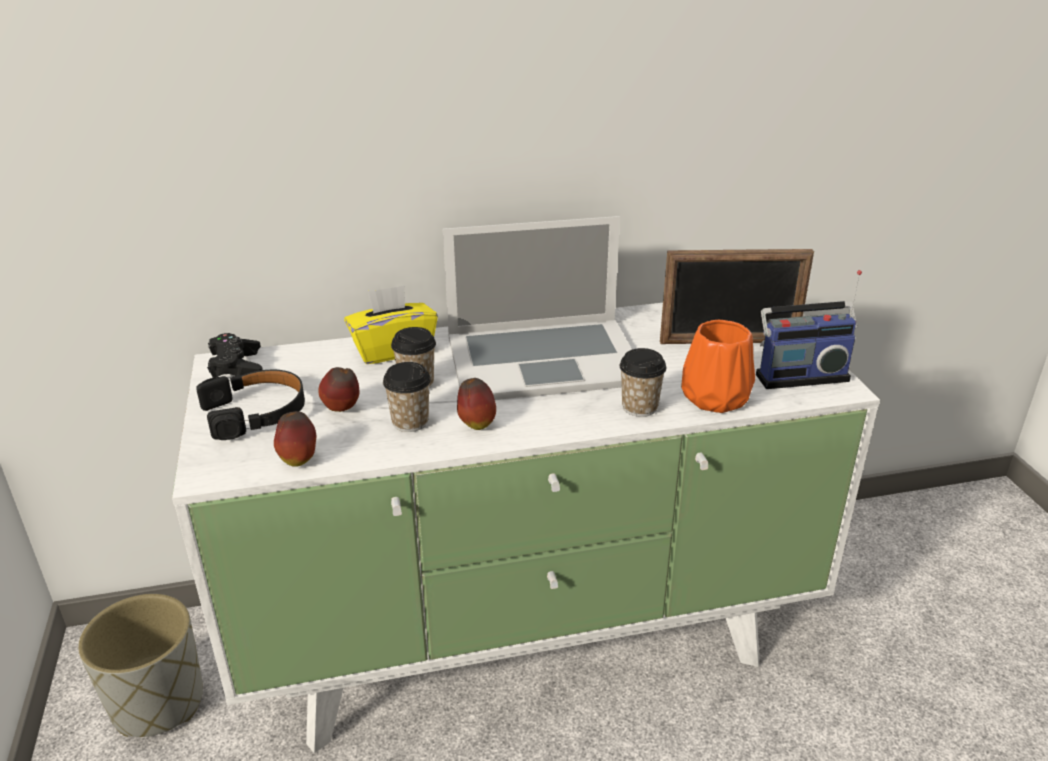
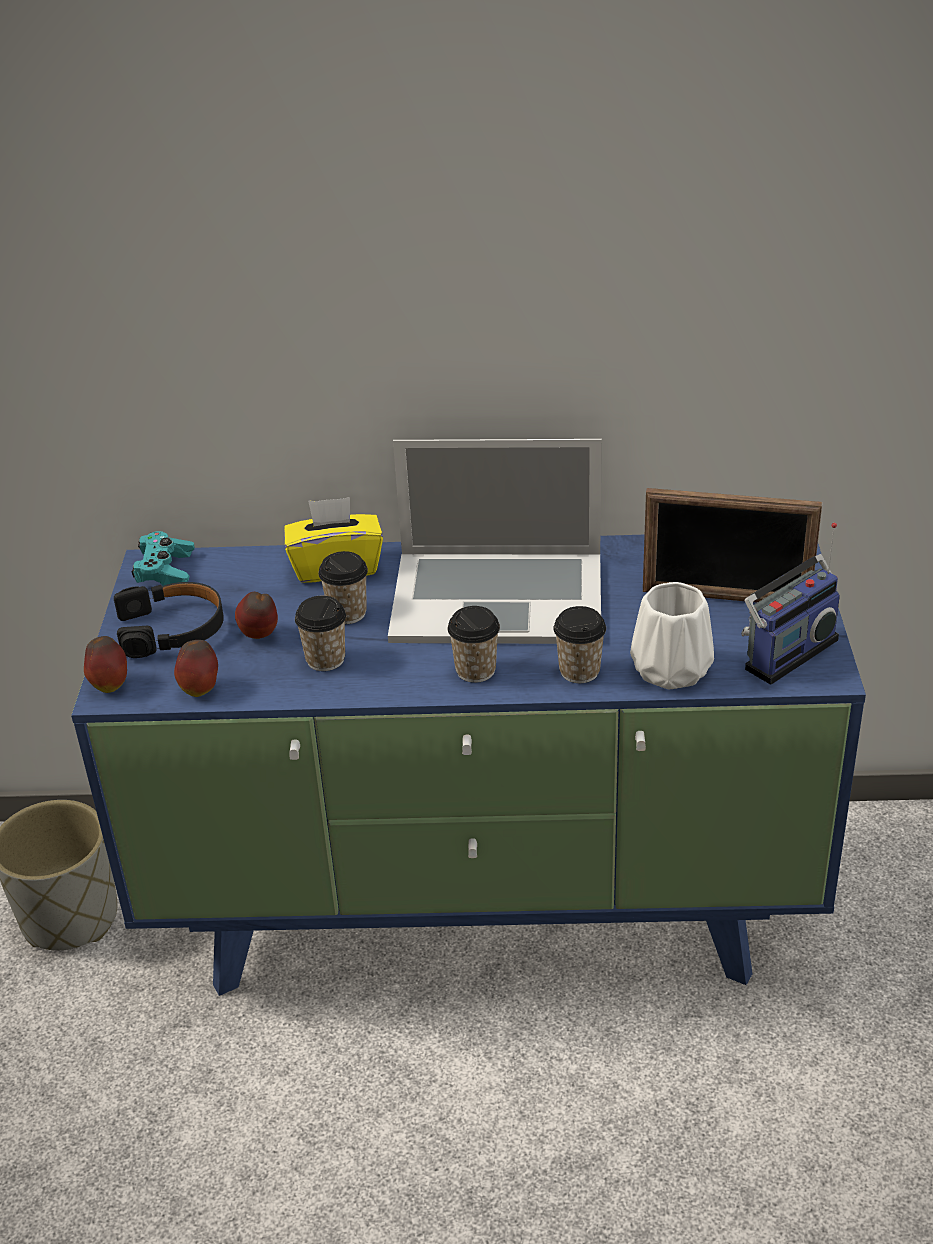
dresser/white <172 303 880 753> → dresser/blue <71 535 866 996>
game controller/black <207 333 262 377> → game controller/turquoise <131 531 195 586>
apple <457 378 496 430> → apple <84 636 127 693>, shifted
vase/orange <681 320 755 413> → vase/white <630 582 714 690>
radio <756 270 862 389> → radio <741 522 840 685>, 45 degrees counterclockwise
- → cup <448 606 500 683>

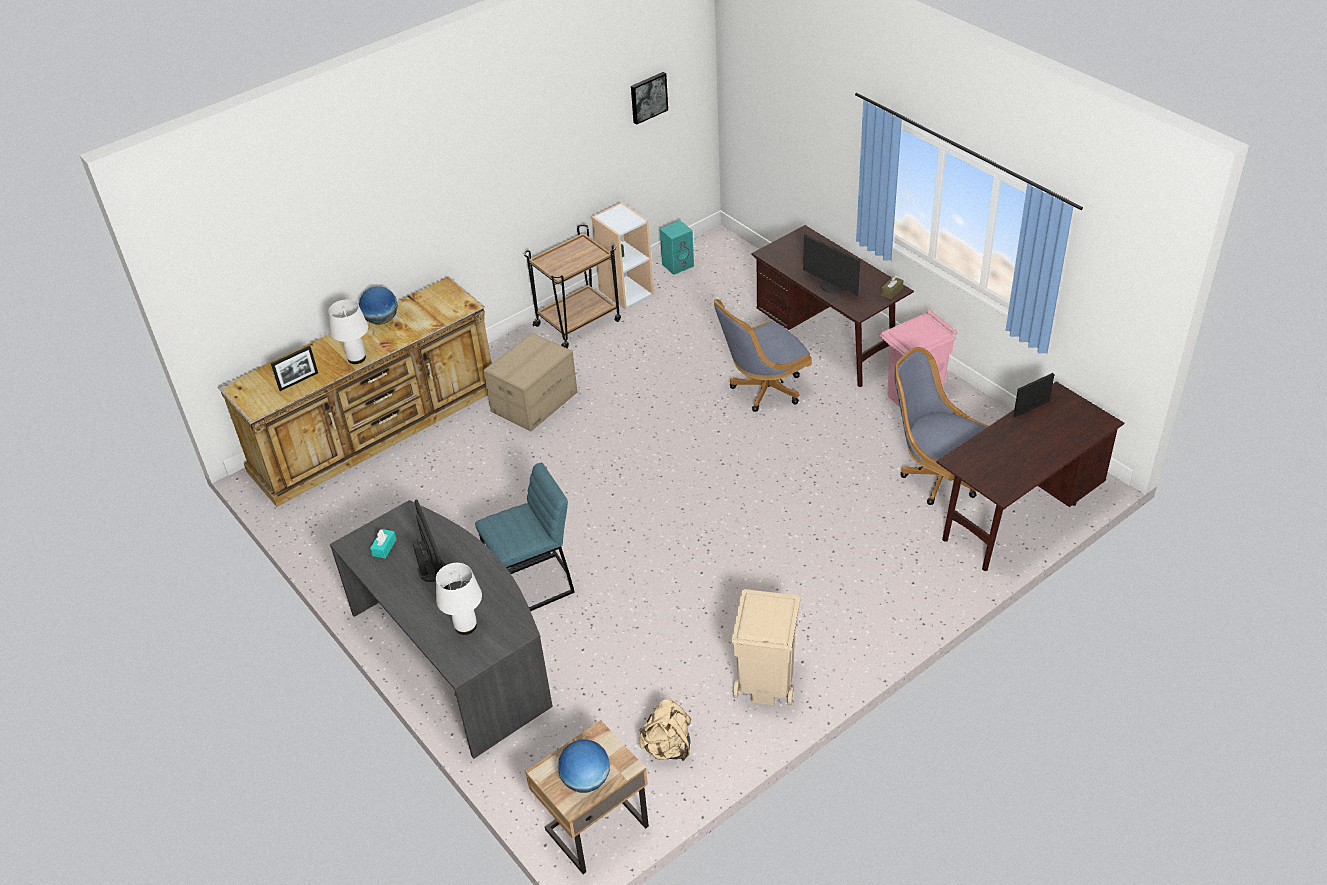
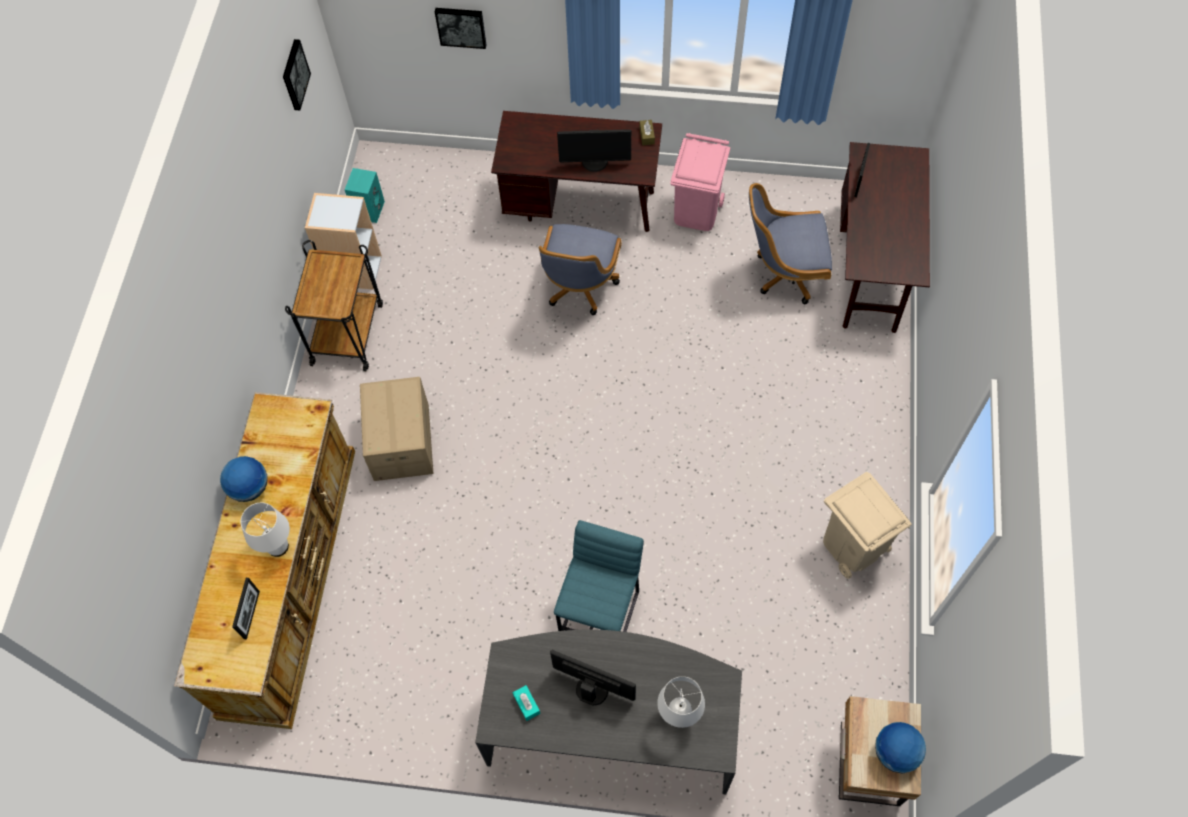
backpack/beige <639 699 691 761> → -
- → picture <435 8 486 49>

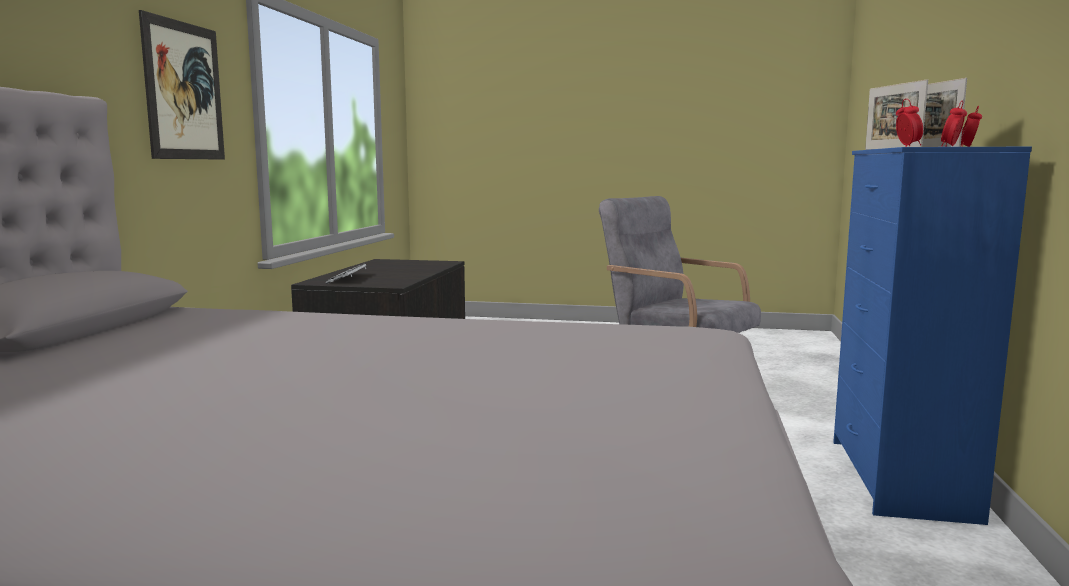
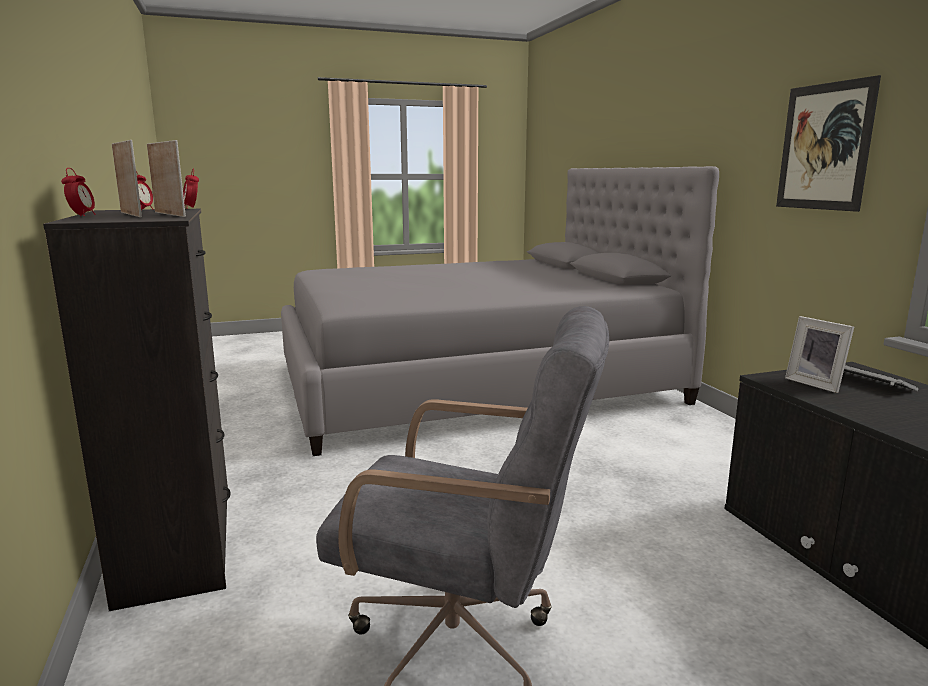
dresser/blue <833 147 1032 525> → dresser/black <43 209 230 611>
- → picture frame <785 316 854 393>

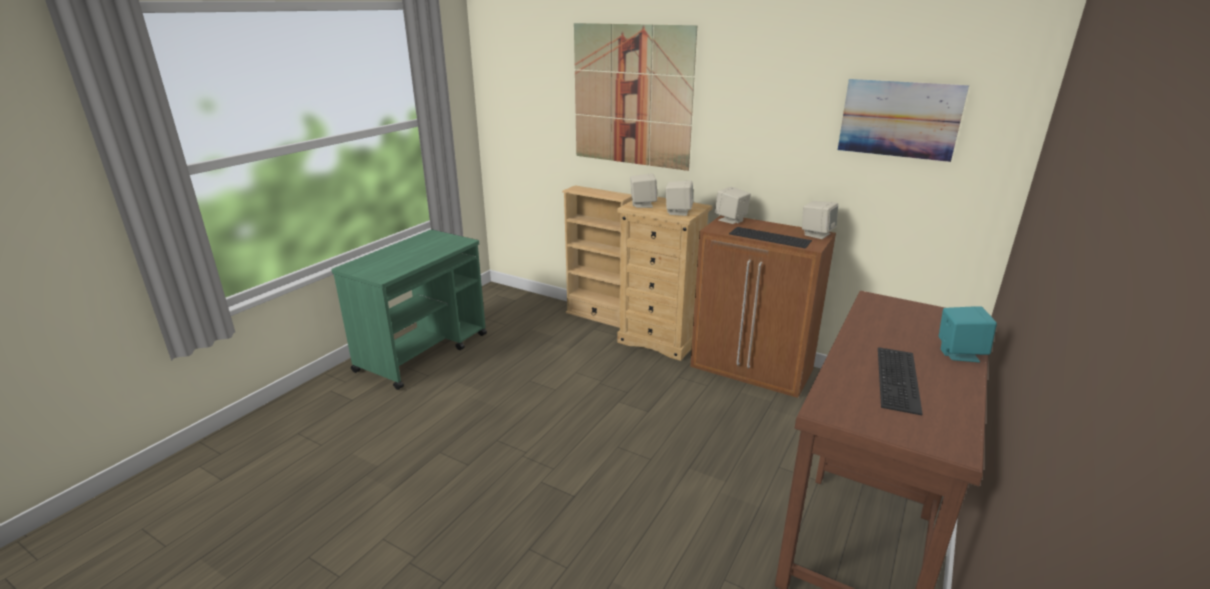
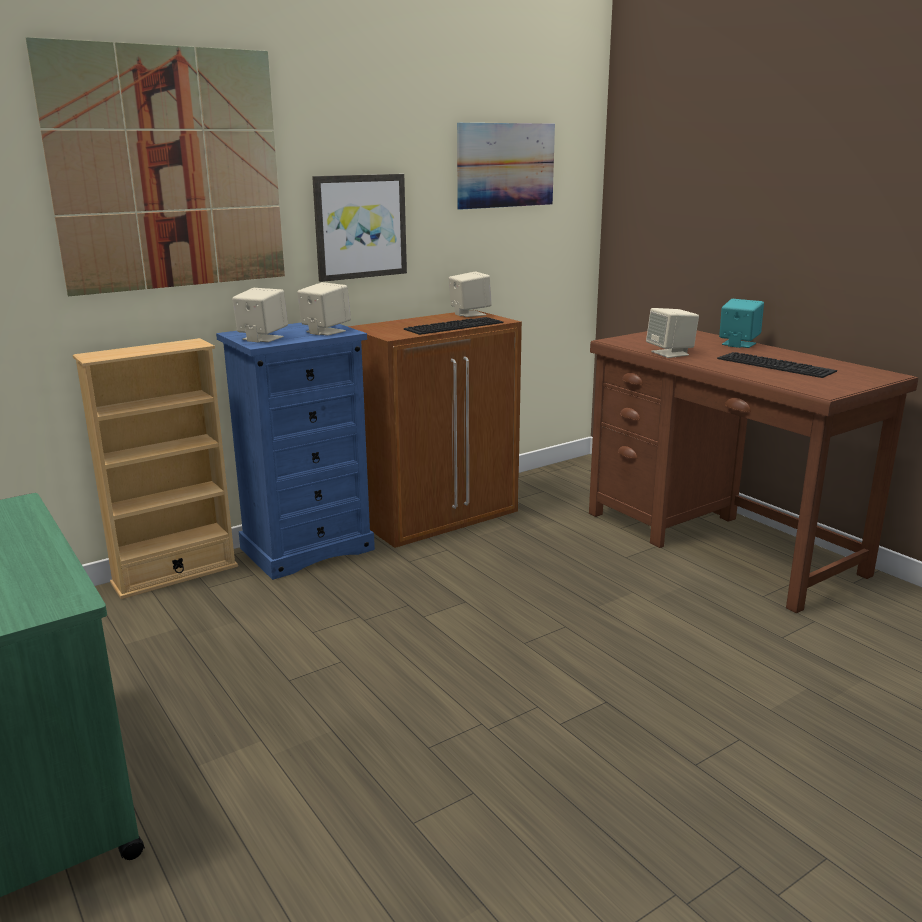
dresser/beige <617 197 712 361> → dresser/blue <216 323 375 580>
speaker/beige <715 187 751 224> → speaker/beige <646 308 699 358>, shifted
- → picture <312 174 407 282>

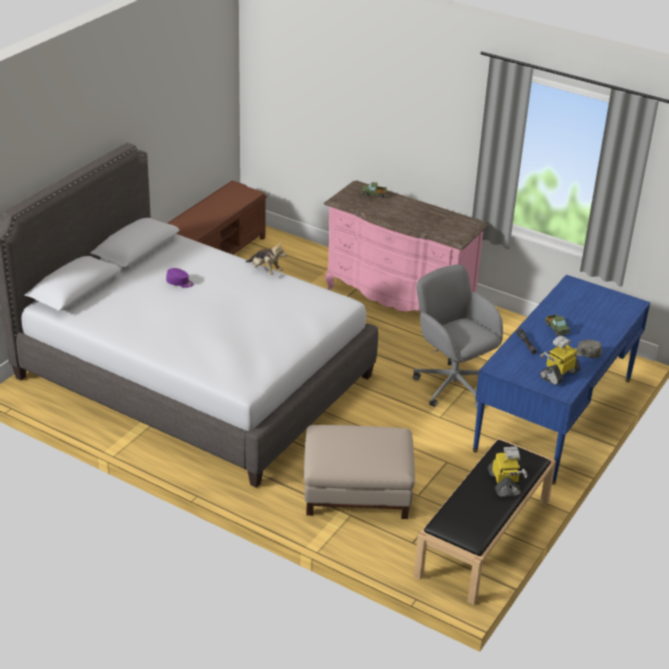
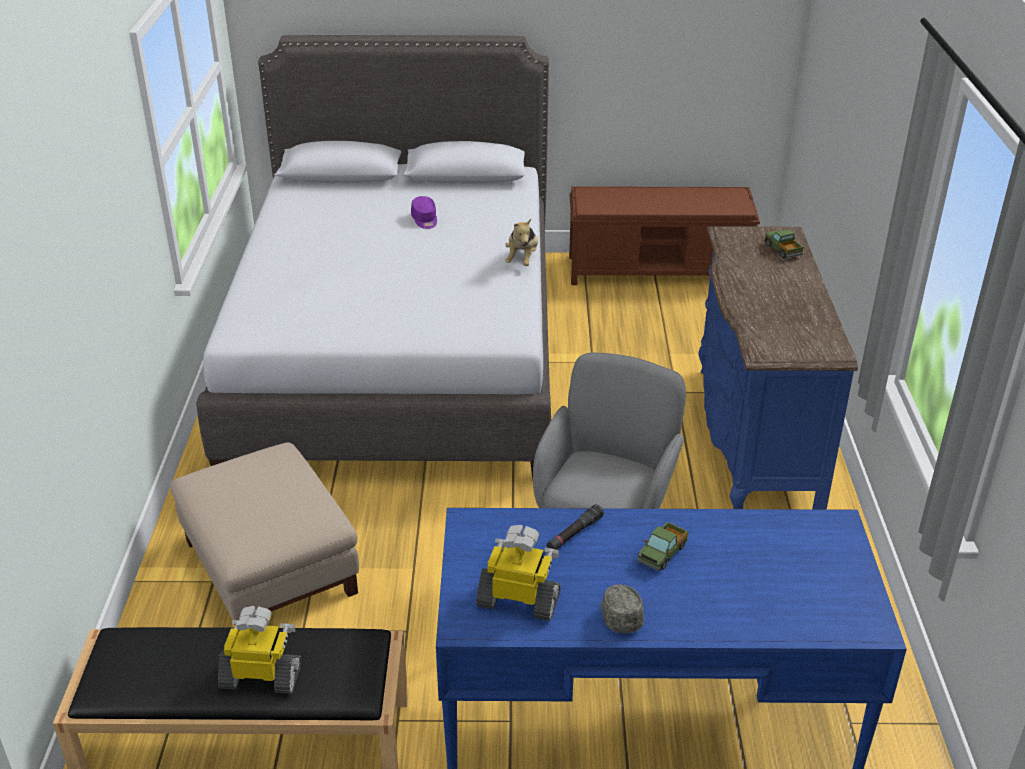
dresser/pink <323 180 488 311> → dresser/blue <699 226 858 510>
toy robot <488 446 528 497> → toy robot <218 606 301 694>, 135 degrees counterclockwise

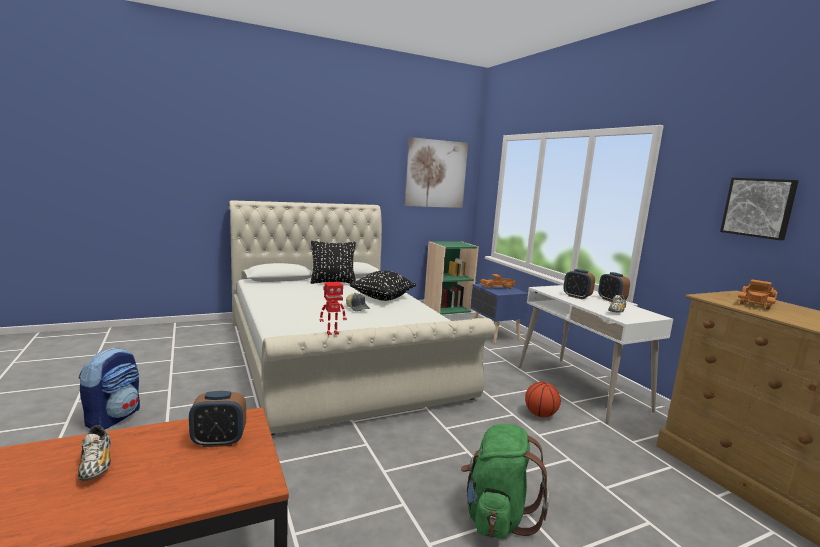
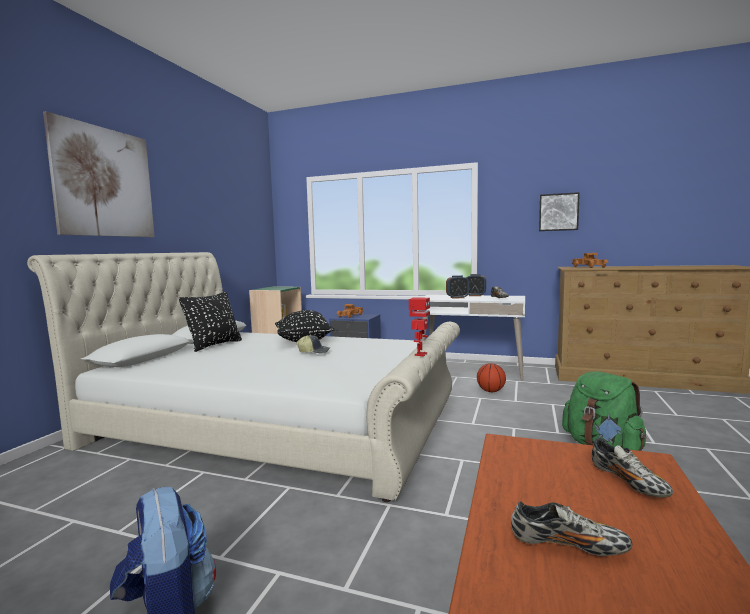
alarm clock <189 391 246 447> → -
picture <405 137 468 208> → picture <43 111 155 237>, shifted
- → shoe <592 438 673 498>

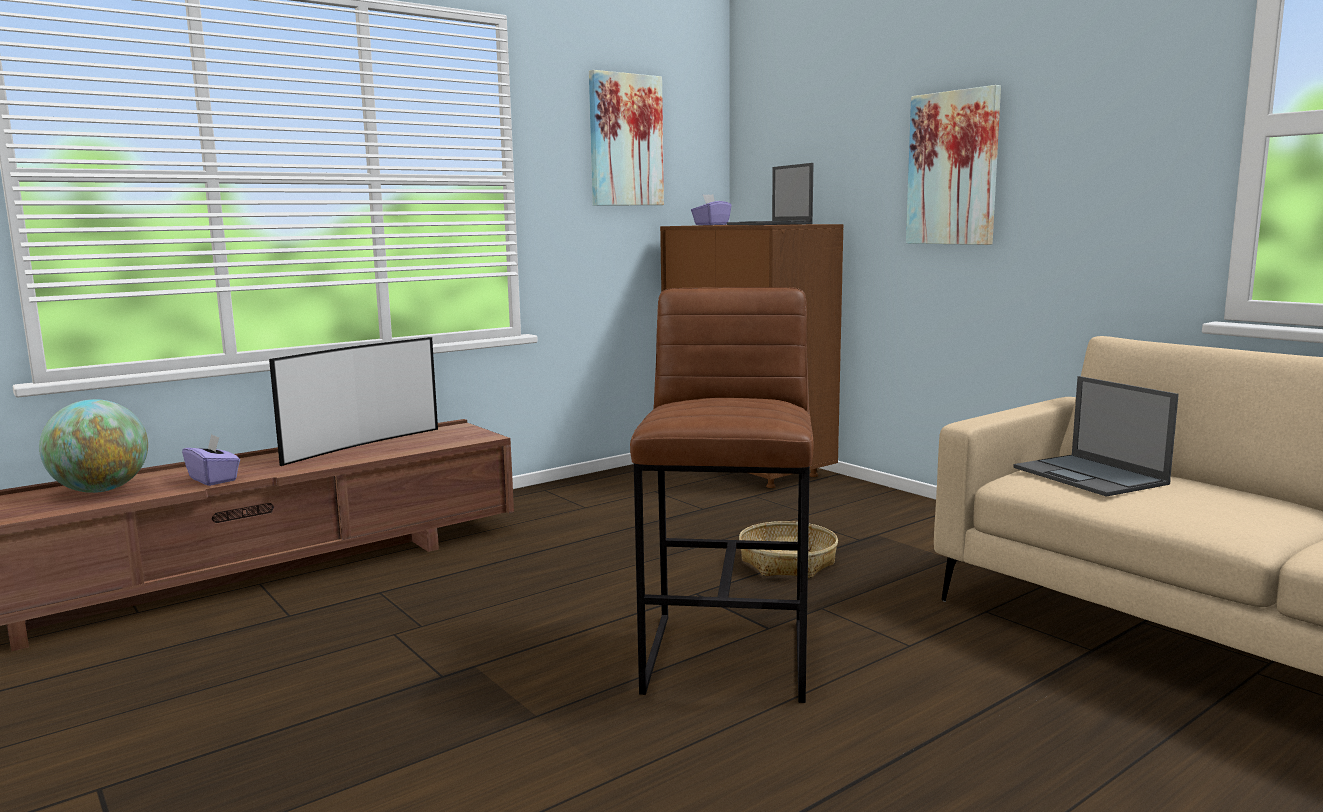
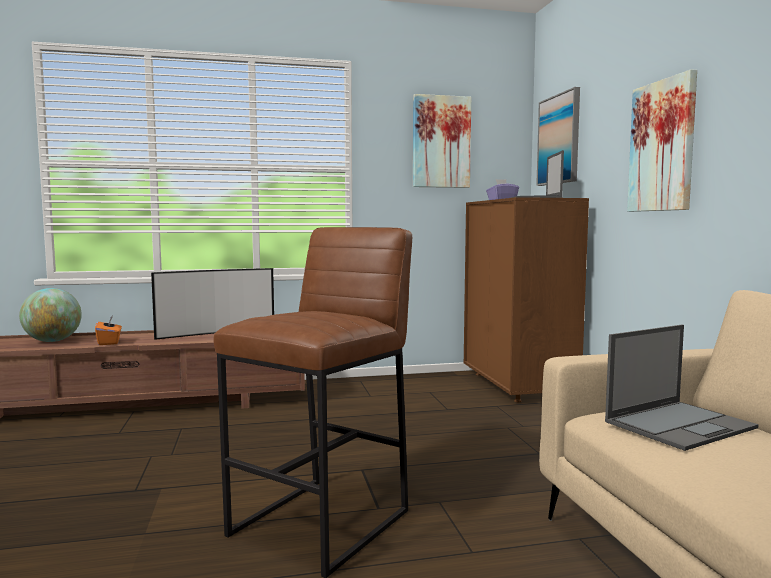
tissue box/purple <182 434 240 486> → tissue box/orange <95 316 122 345>
basket <739 521 838 578> → -
laptop <1013 376 1179 497> → laptop <605 325 759 451>, 120 degrees counterclockwise
- → picture <536 87 580 186>

